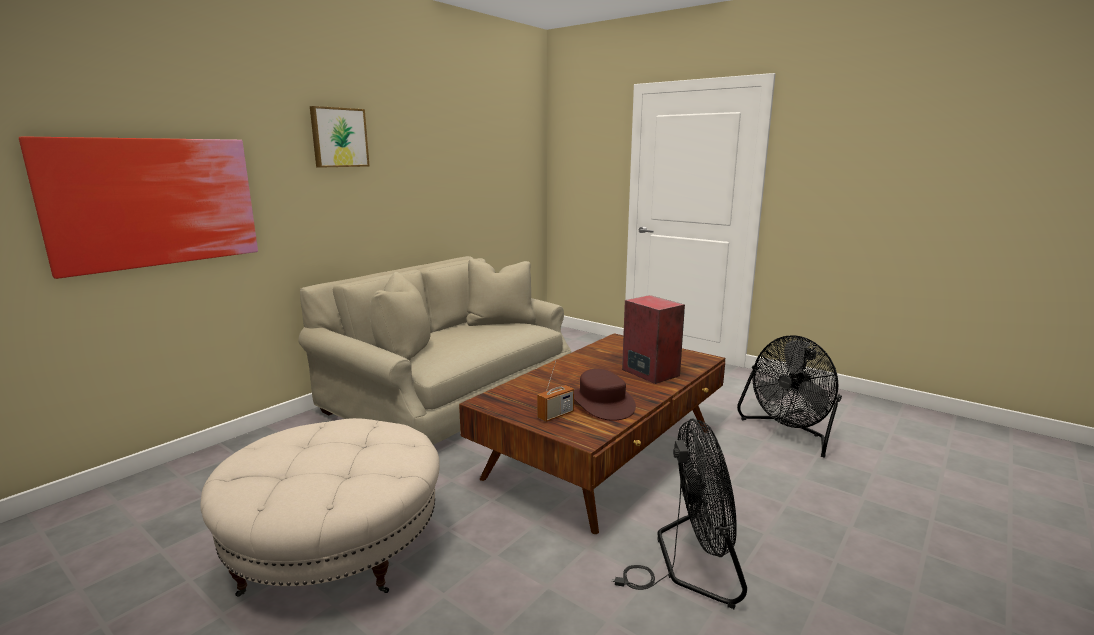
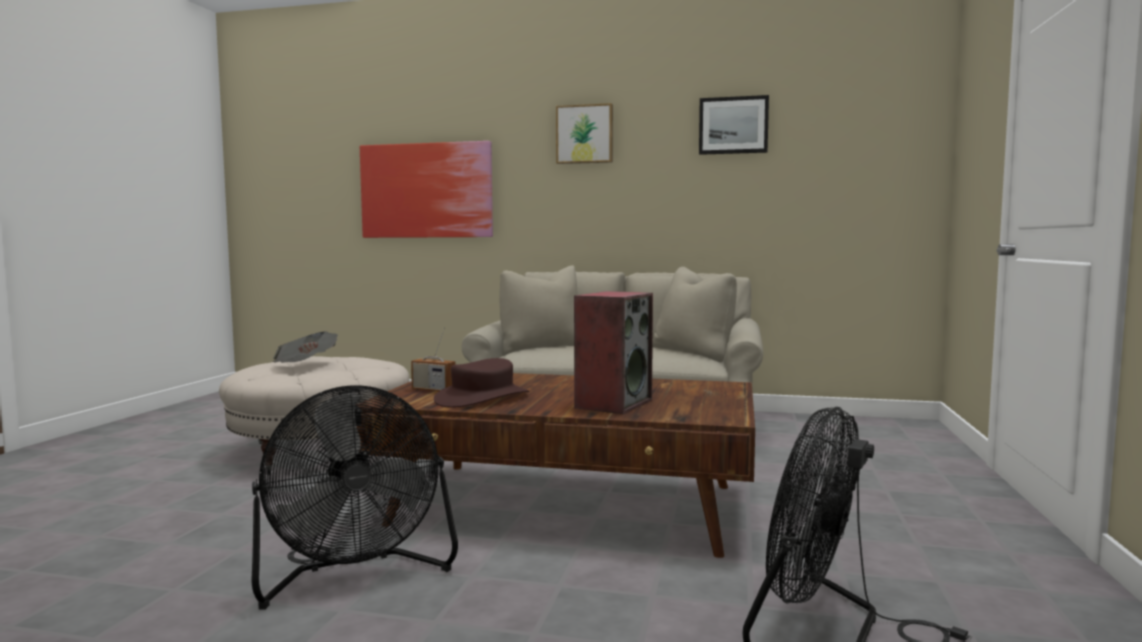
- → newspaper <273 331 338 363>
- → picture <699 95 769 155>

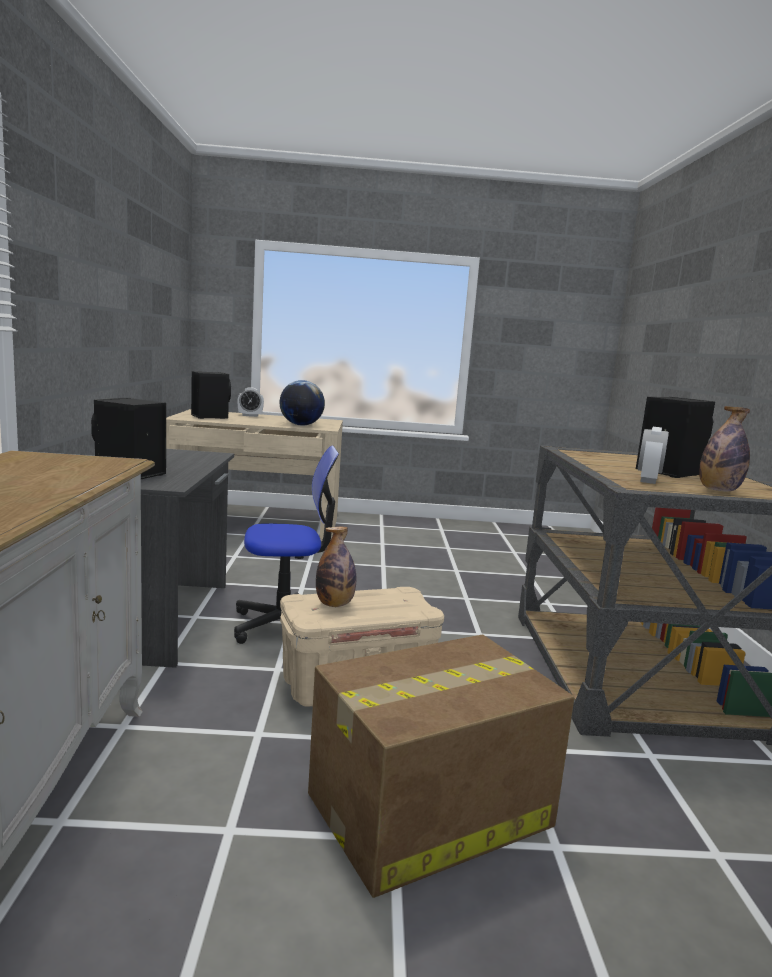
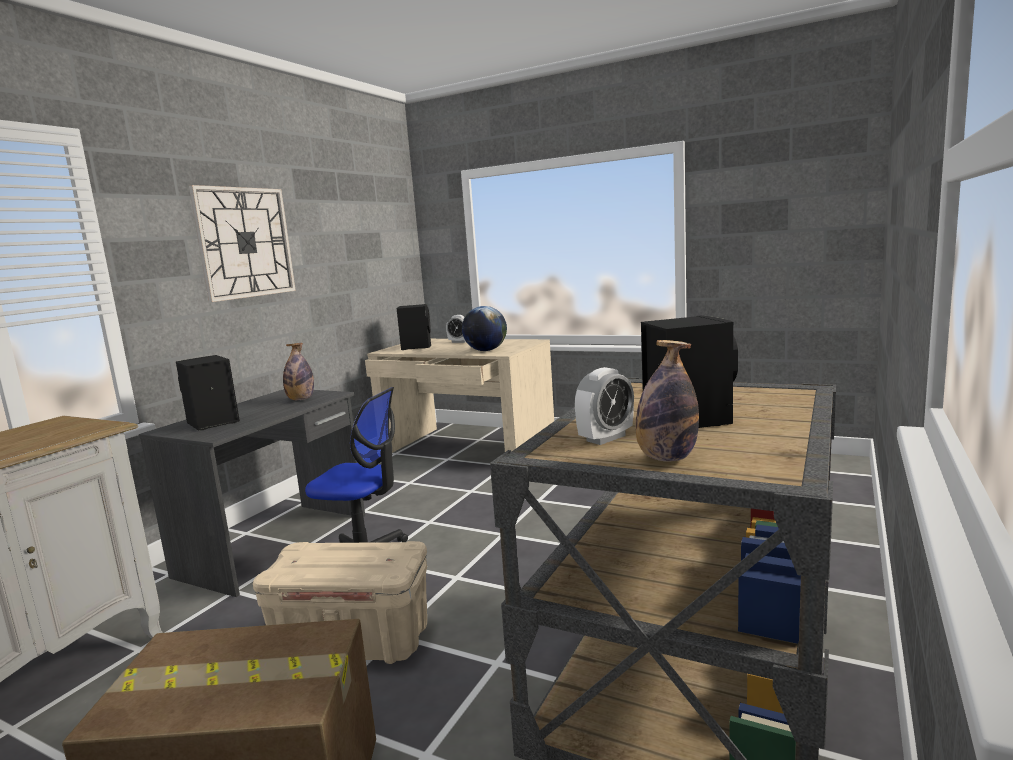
bottle <316 527 357 607> → bottle <283 343 314 400>, shifted
- → wall clock <189 185 296 302>

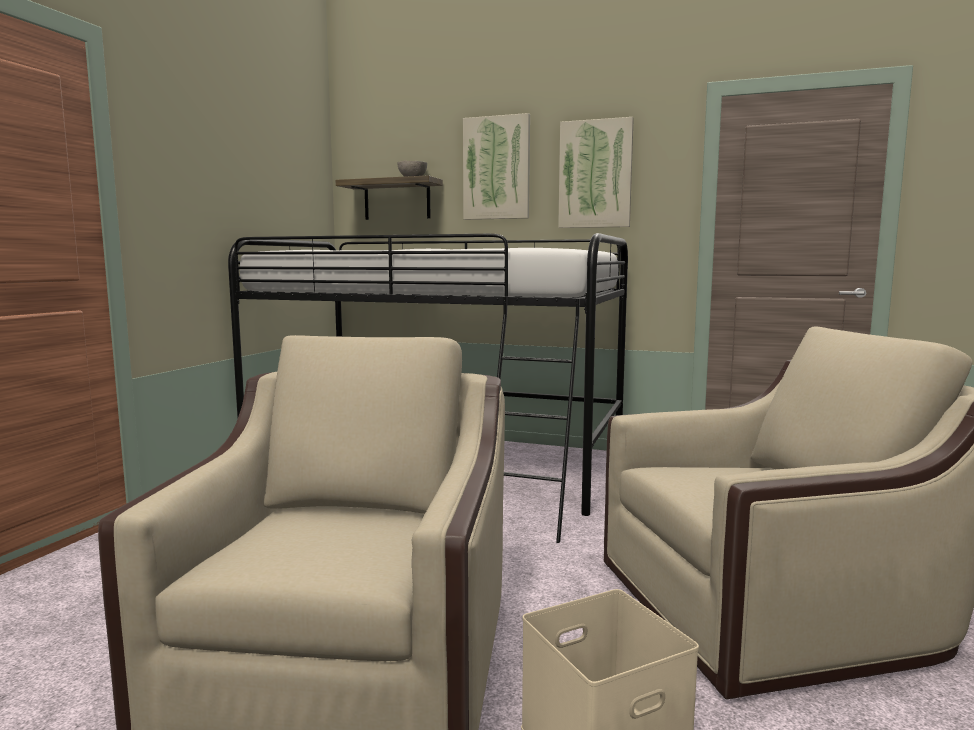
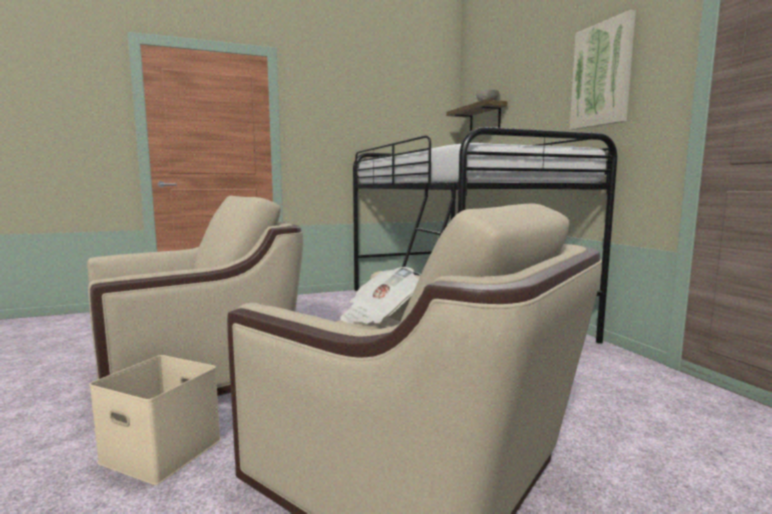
picture <463 113 530 220> → -
- → newspaper <340 267 419 324>

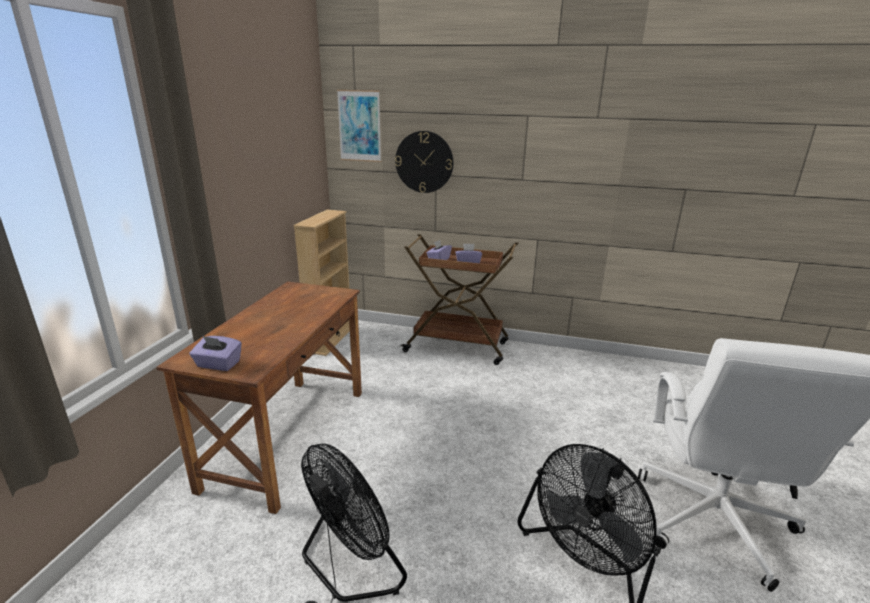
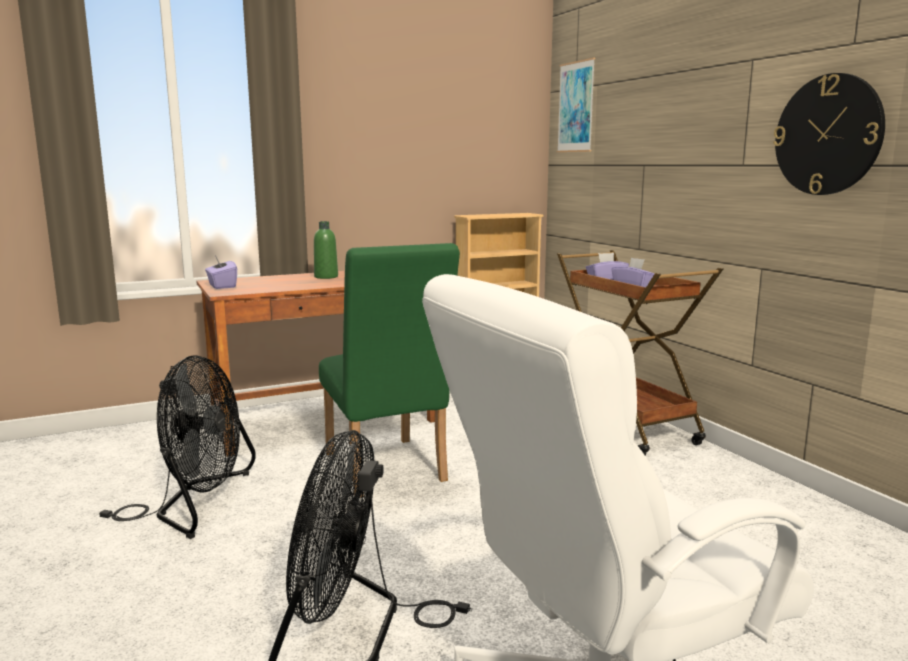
wall clock <395 131 453 193> → wall clock <773 73 885 195>, shifted
- → bottle/green <314 221 338 279>
- → chair/green <319 243 460 496>

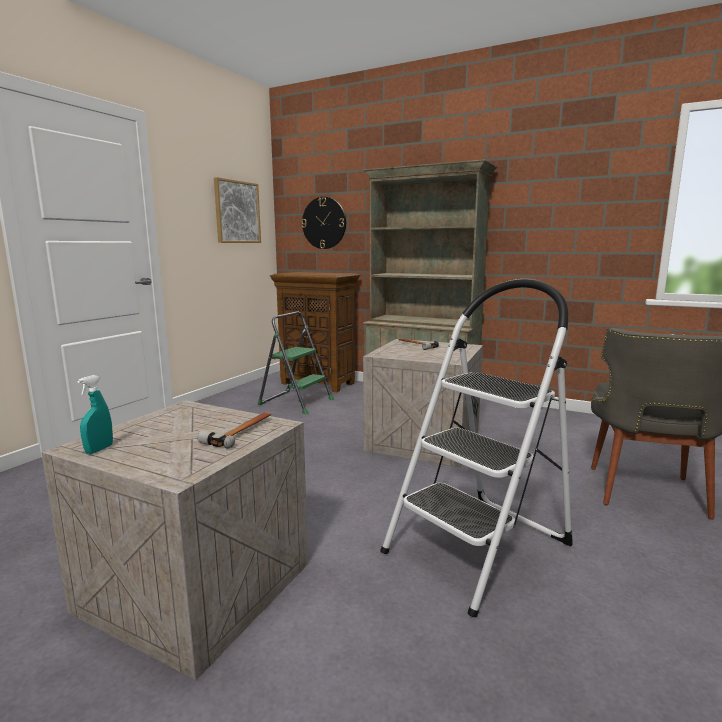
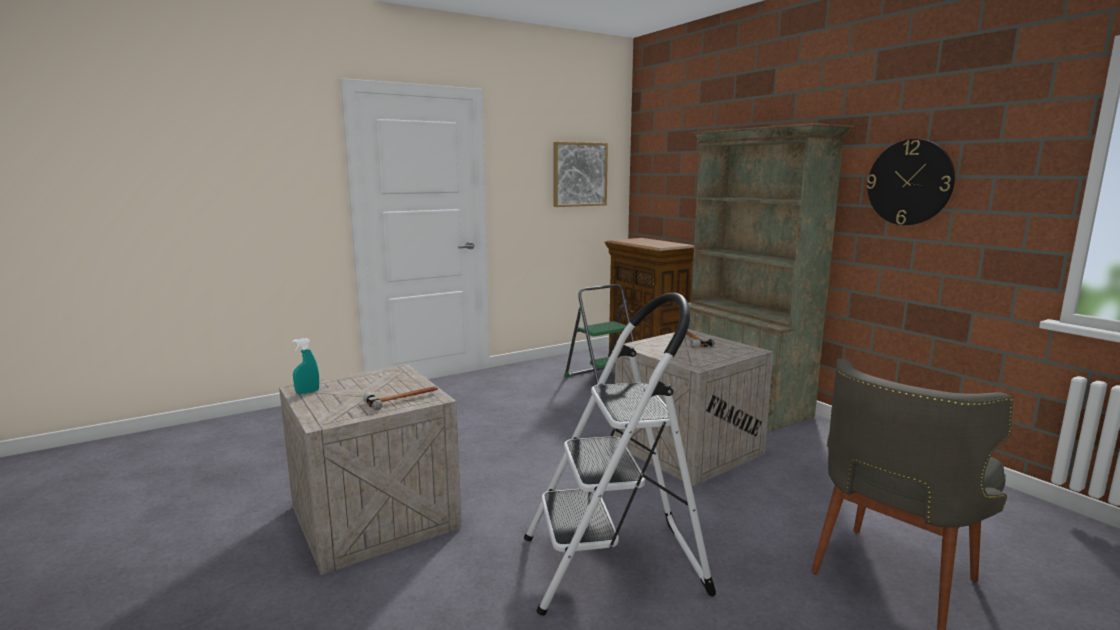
wall clock <301 197 346 249> → wall clock <867 139 955 225>, shifted

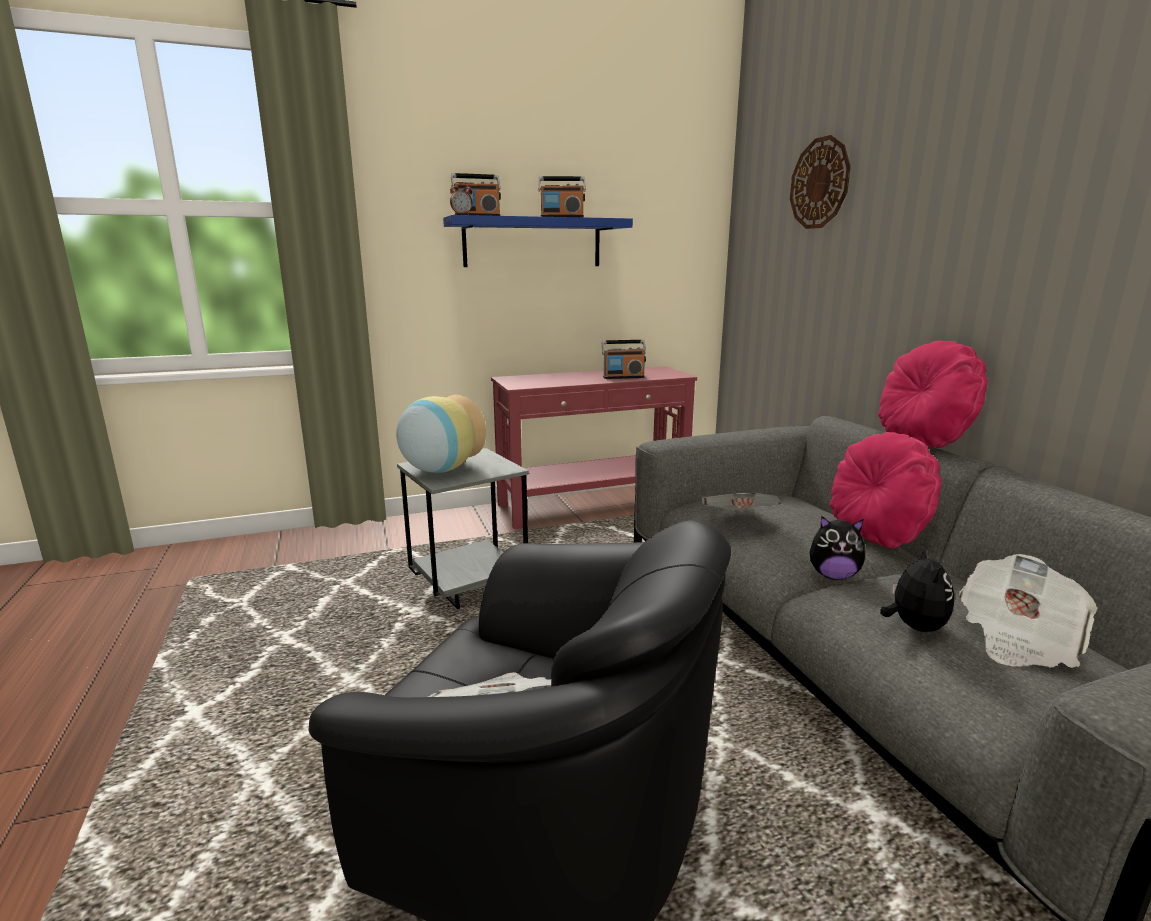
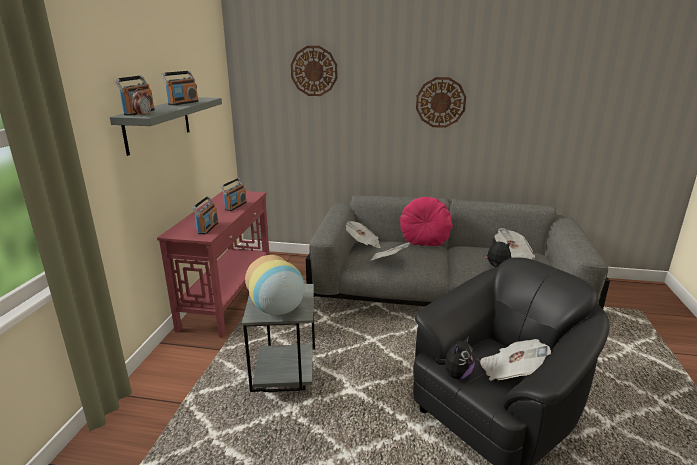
shelf/blue <443 215 633 267> → shelf/grey <110 97 222 156>
plush toy <810 516 866 580> → plush toy <435 335 475 379>, shifted
pillow/pink <878 341 988 448> → -
- → radio <192 196 218 235>
- → newspaper <346 221 381 248>
- → wall clock <416 77 466 128>

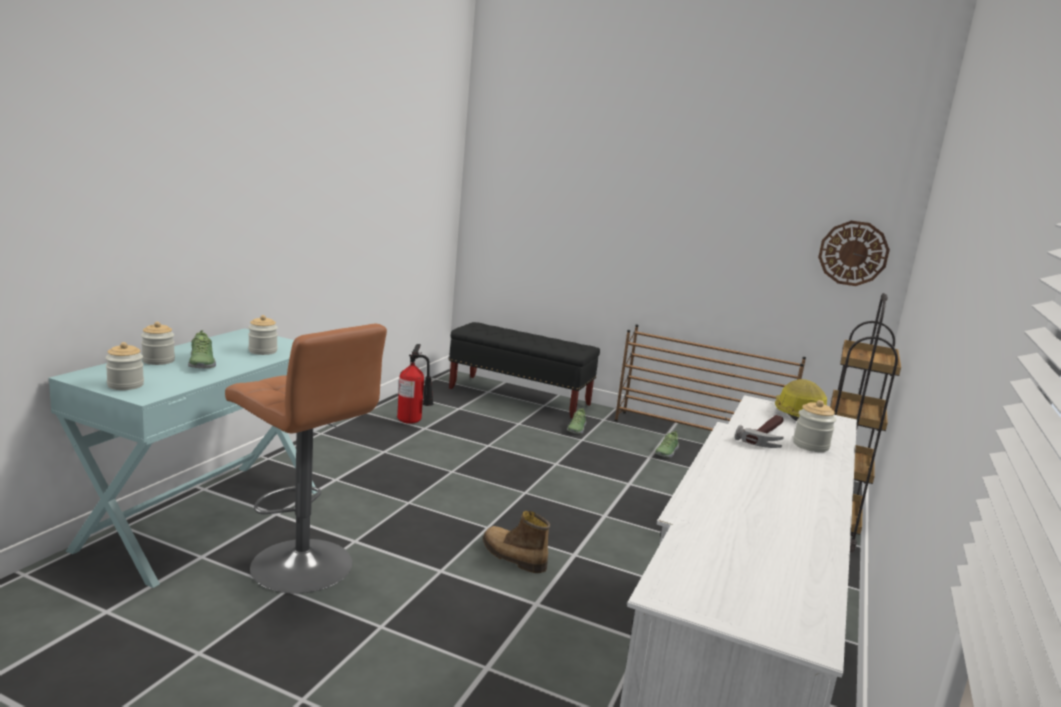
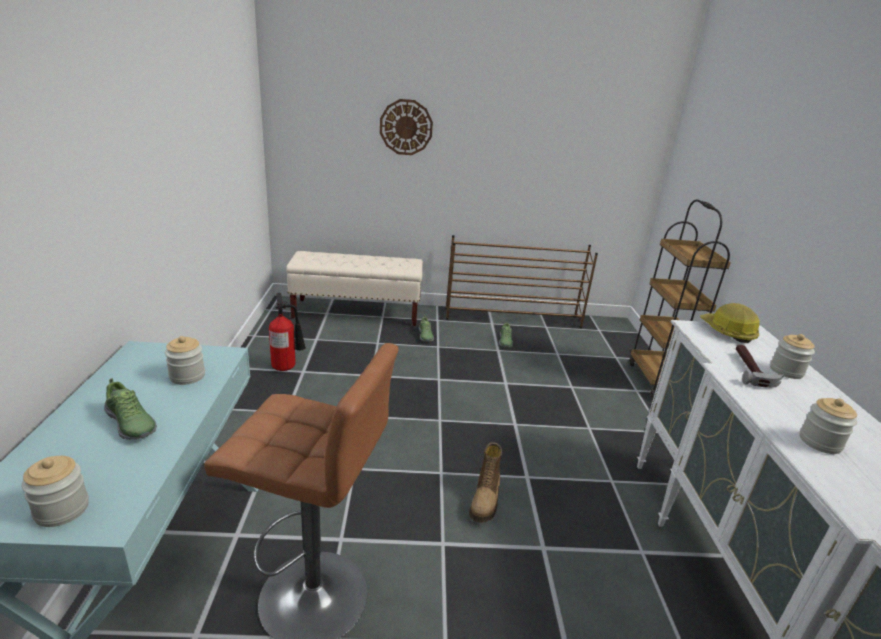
jar <141 322 175 365> → jar <799 398 857 454>, shifted
bench/black <449 322 600 419> → bench/beige <286 251 423 326>
boot <483 511 550 573> → boot <469 442 502 523>, 90 degrees counterclockwise
wall clock <818 221 890 286> → wall clock <380 99 433 155>, shifted

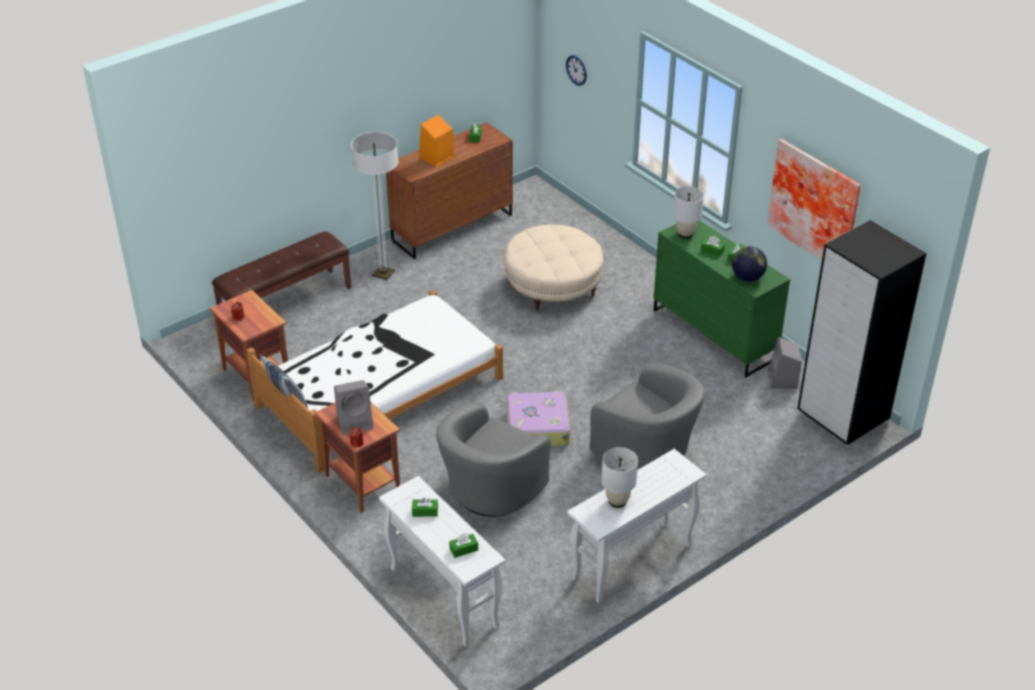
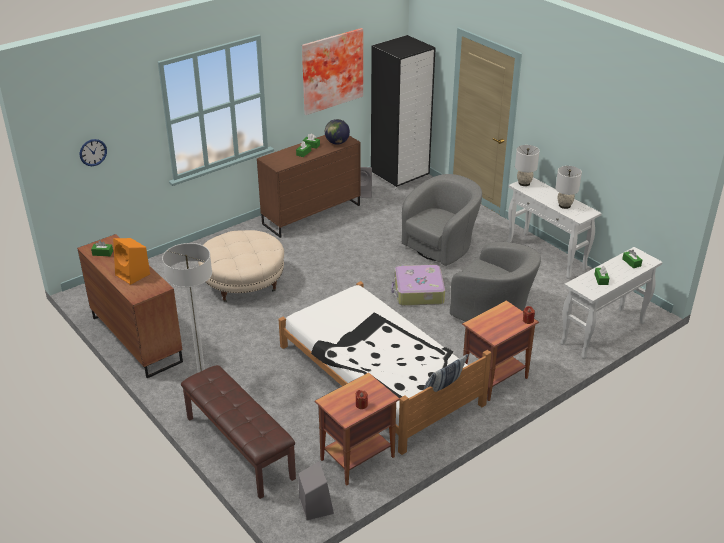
speaker/grey <334 380 373 435> → speaker/grey <298 461 334 520>, shifted
dresser/green <654 220 790 377> → dresser/brown <257 135 361 238>
table lamp/white <673 186 704 239> → table lamp/white <515 145 540 186>, shifted

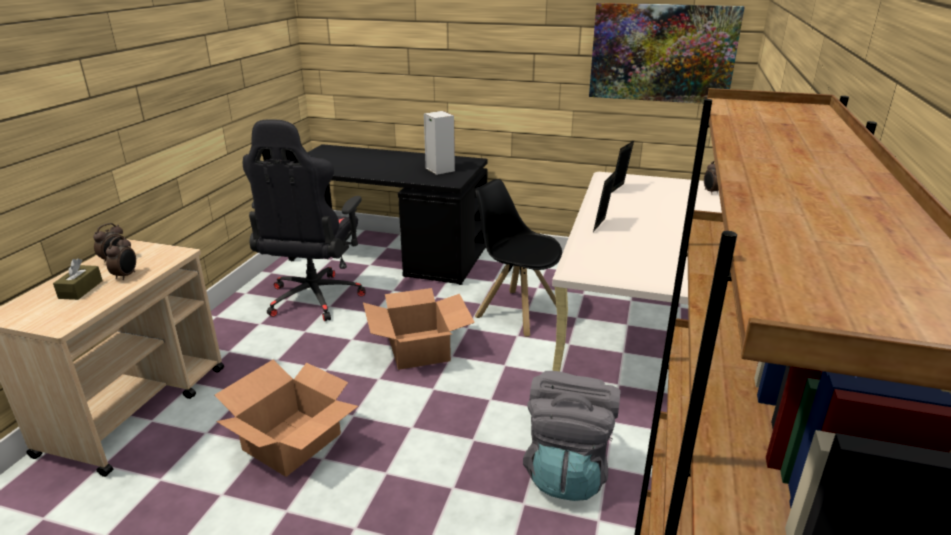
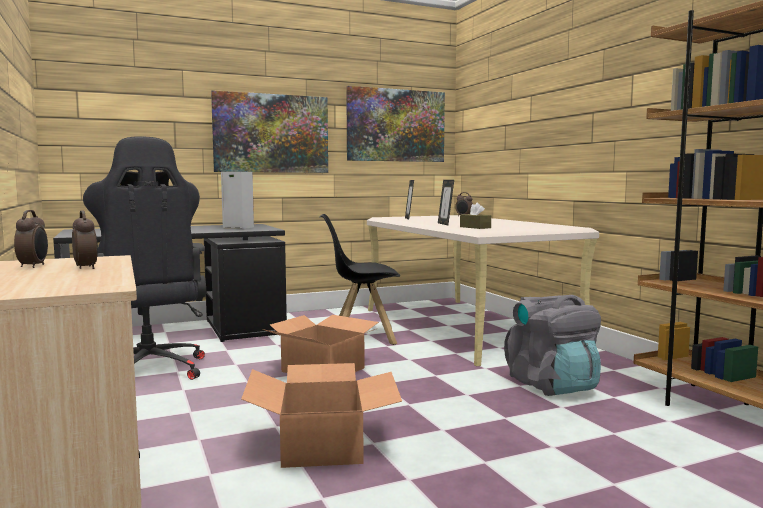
tissue box/brown <53 258 103 300> → tissue box/brown <460 202 491 229>, shifted
- → picture <211 90 328 173>

